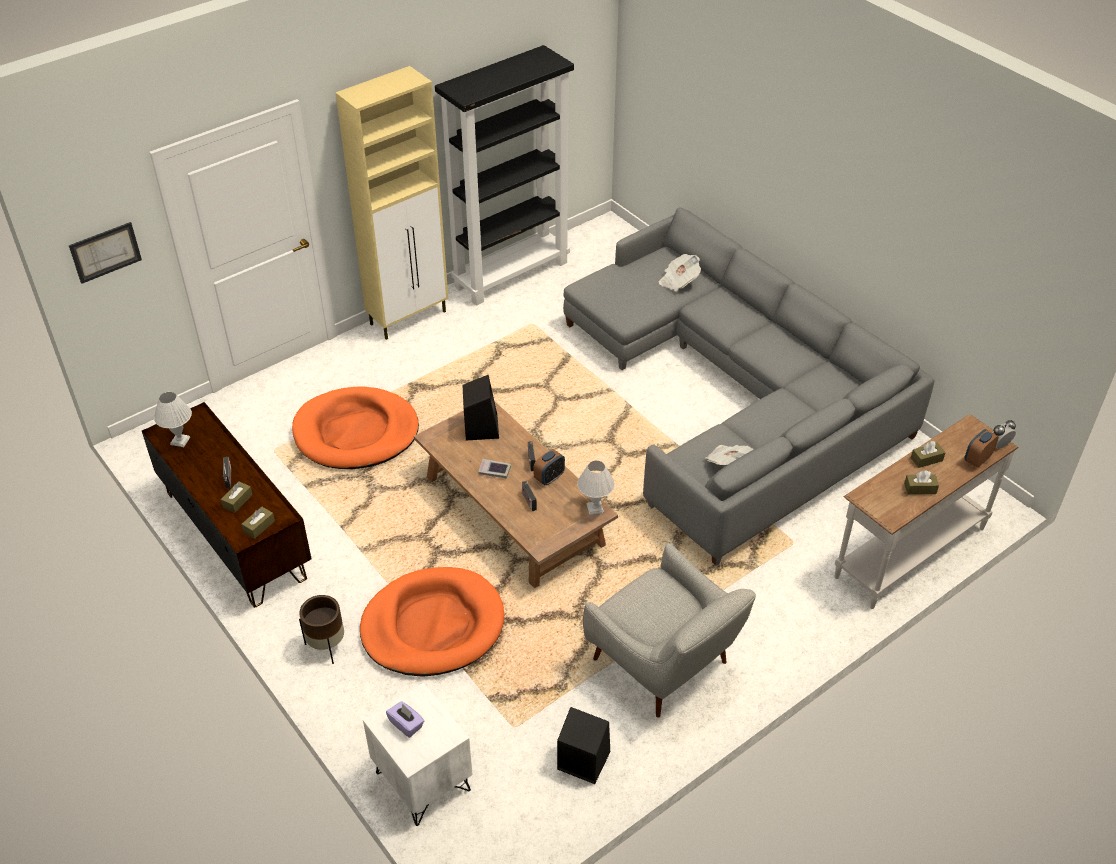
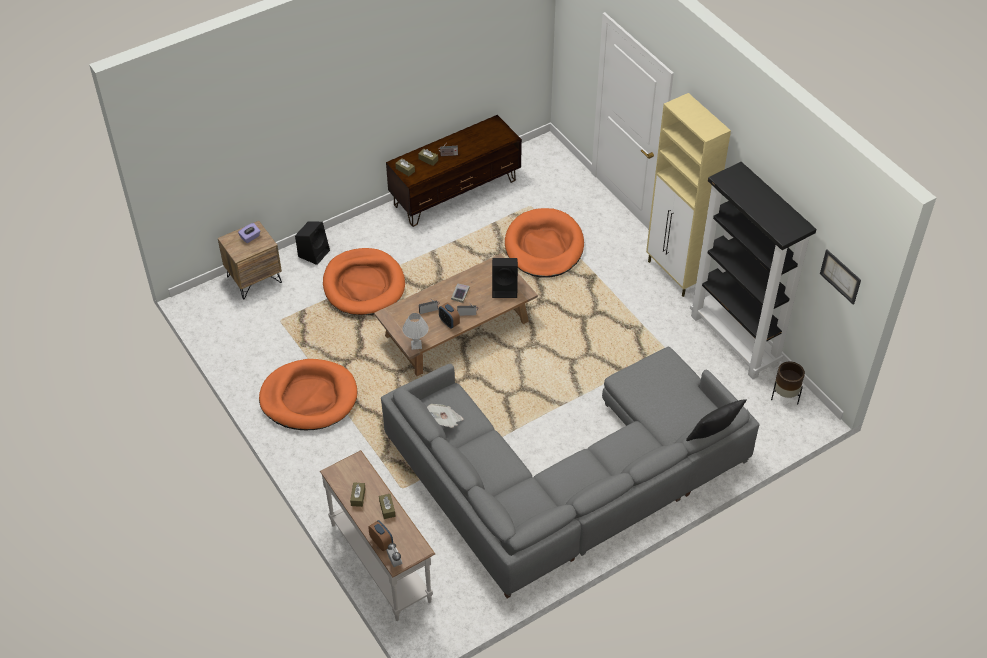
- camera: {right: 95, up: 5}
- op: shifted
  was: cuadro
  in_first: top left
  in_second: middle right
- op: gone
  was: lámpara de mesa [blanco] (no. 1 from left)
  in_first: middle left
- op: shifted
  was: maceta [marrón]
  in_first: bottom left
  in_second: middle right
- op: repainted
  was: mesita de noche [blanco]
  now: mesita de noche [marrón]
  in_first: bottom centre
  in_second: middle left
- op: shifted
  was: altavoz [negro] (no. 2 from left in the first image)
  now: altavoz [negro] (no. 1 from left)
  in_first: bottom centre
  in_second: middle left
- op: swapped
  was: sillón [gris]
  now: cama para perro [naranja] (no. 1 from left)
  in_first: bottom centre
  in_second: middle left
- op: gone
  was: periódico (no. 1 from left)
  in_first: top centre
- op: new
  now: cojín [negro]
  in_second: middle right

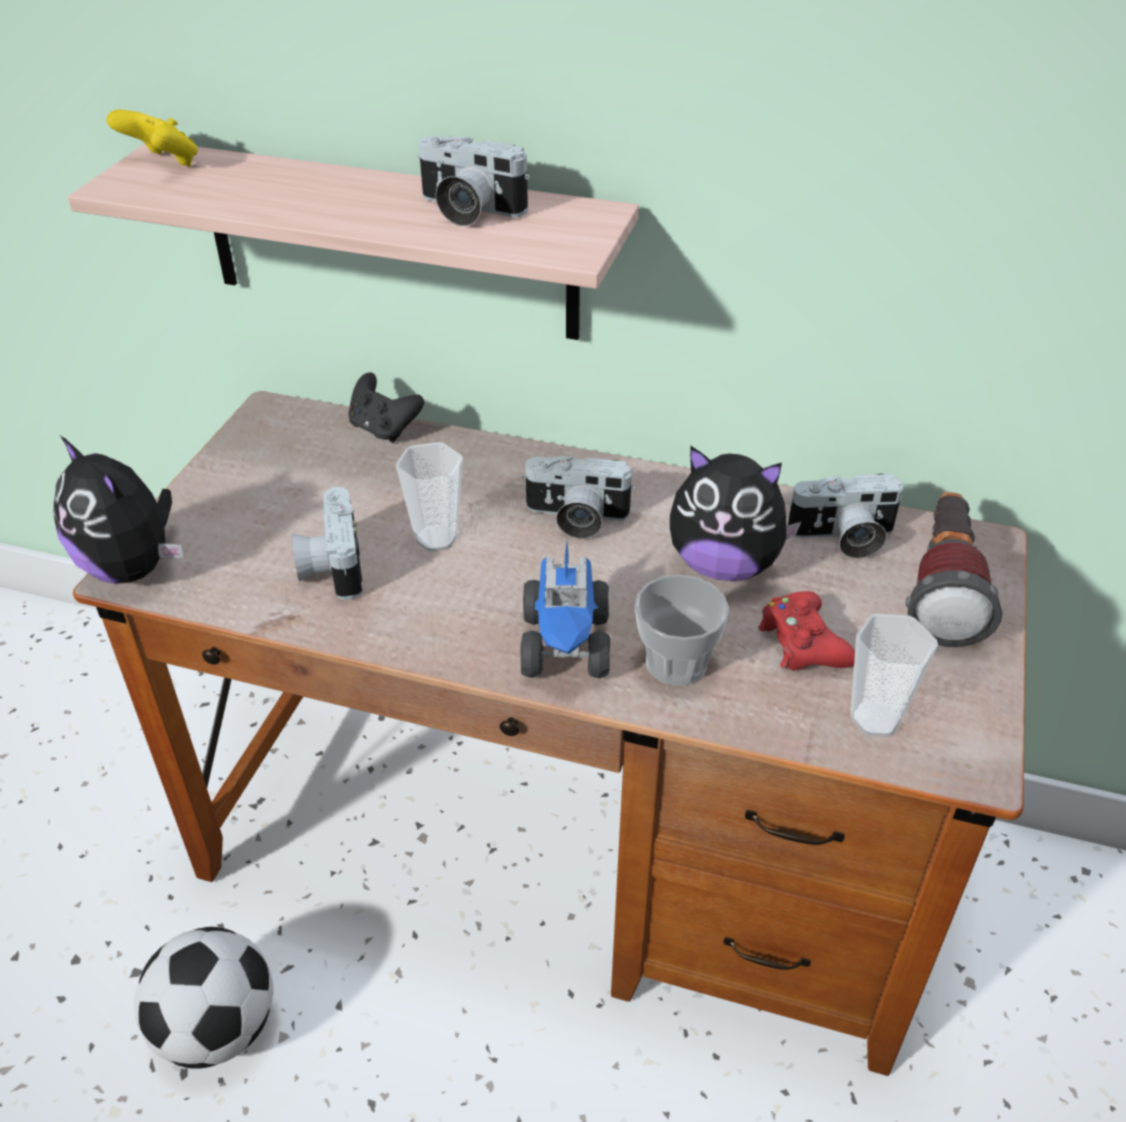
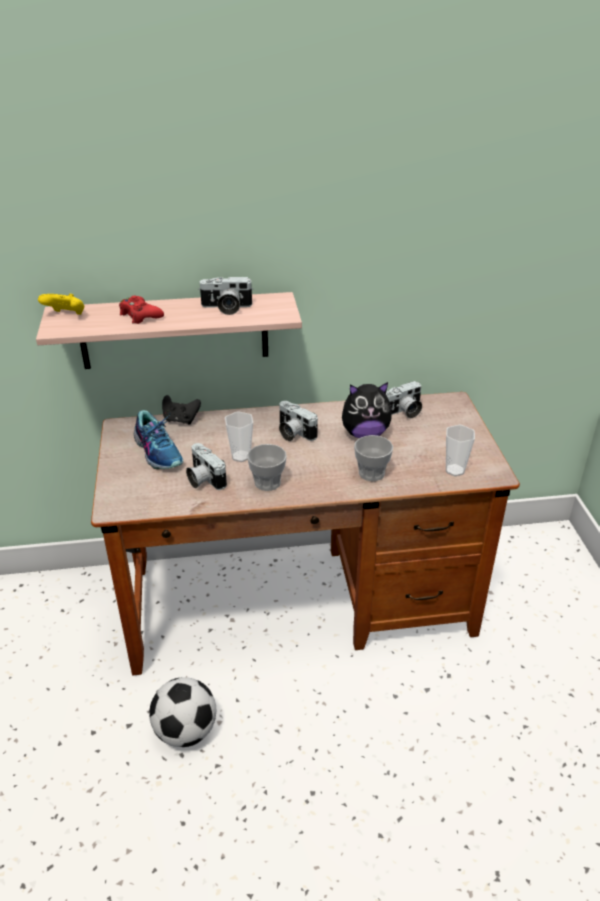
- camera: {right: -25, up: -5}
- op: gone
  was: peluche (no. 1 from left)
  in_first: middle left
- op: gone
  was: camión de juguete
  in_first: centre
- op: rotated
  was: cámara (no. 3 from left)
  in_first: centre
  in_second: centre
  clockwise: 60
- op: shifted
  was: mando de consola [rojo]
  in_first: middle right
  in_second: middle left
- op: gone
  was: linterna
  in_first: middle right
- op: new
  now: zapato
  in_second: middle left
- op: new
  now: taza (no. 2 from left)
  in_second: centre

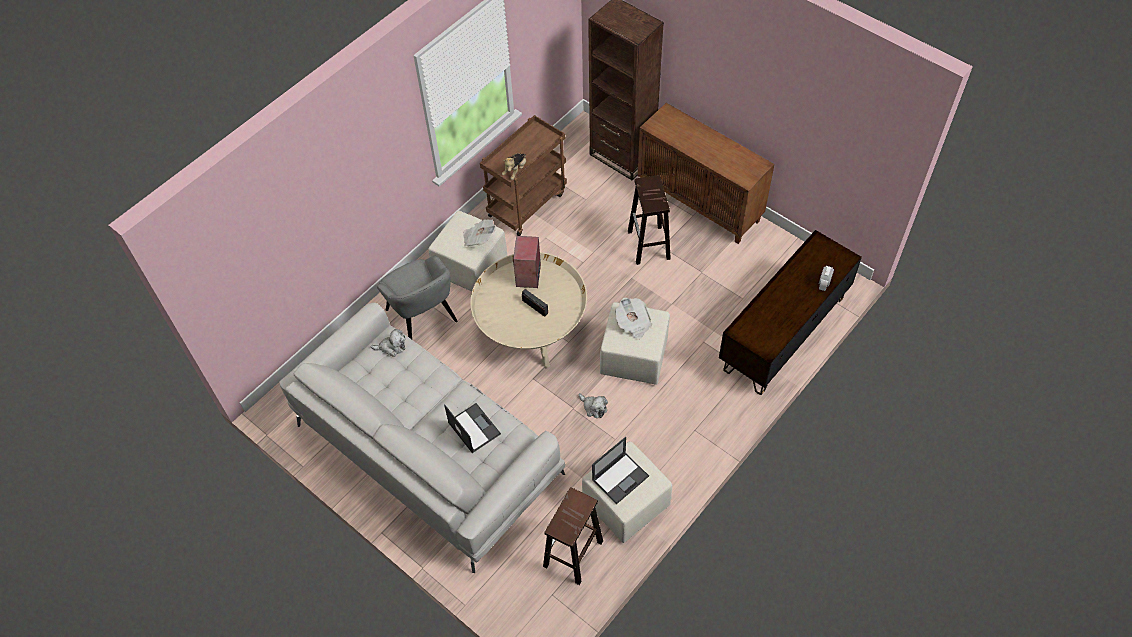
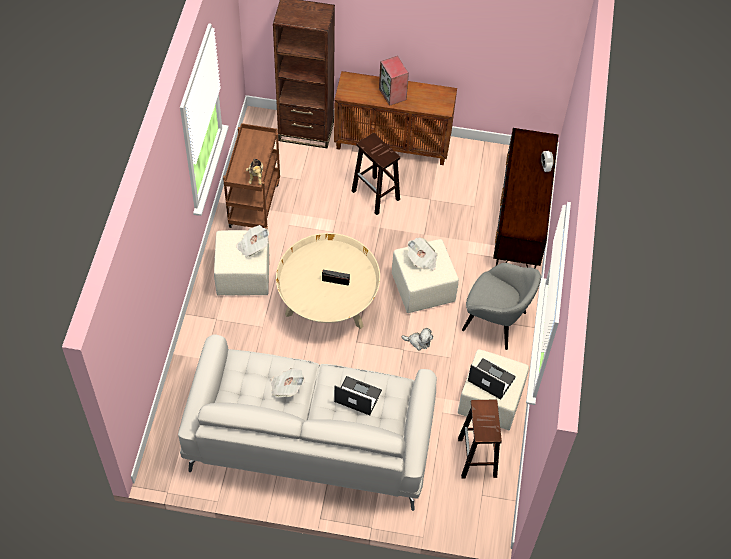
- camera: {right: -35, up: 0}
- op: gone
  was: peluche (no. 1 from left)
  in_first: centre
- op: shifted
  was: sillón [gris]
  in_first: centre
  in_second: middle right
- op: shifted
  was: altavoz
  in_first: centre
  in_second: top centre
- op: rotated
  was: portátil (no. 2 from left)
  in_first: bottom centre
  in_second: bottom right
  clockwise: -75
- op: new
  now: periódico (no. 2 from left)
  in_second: bottom centre

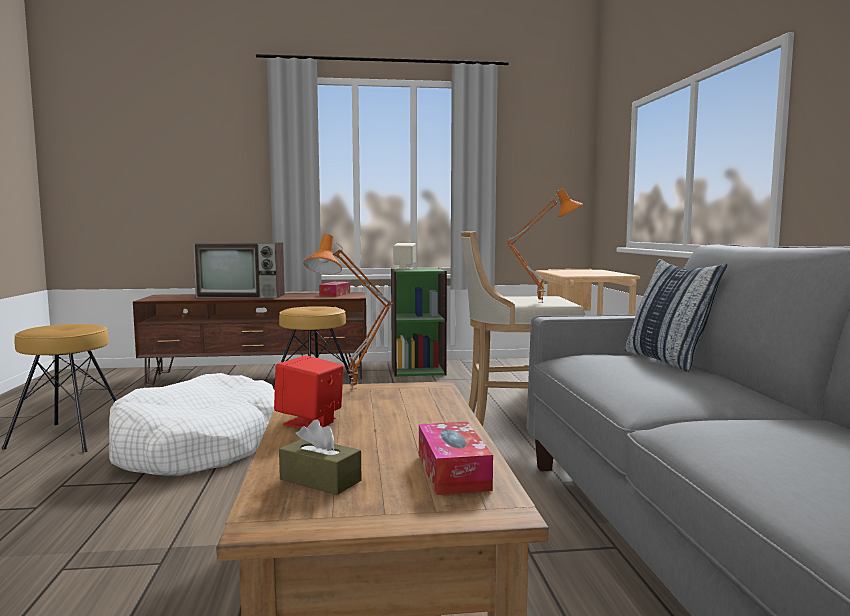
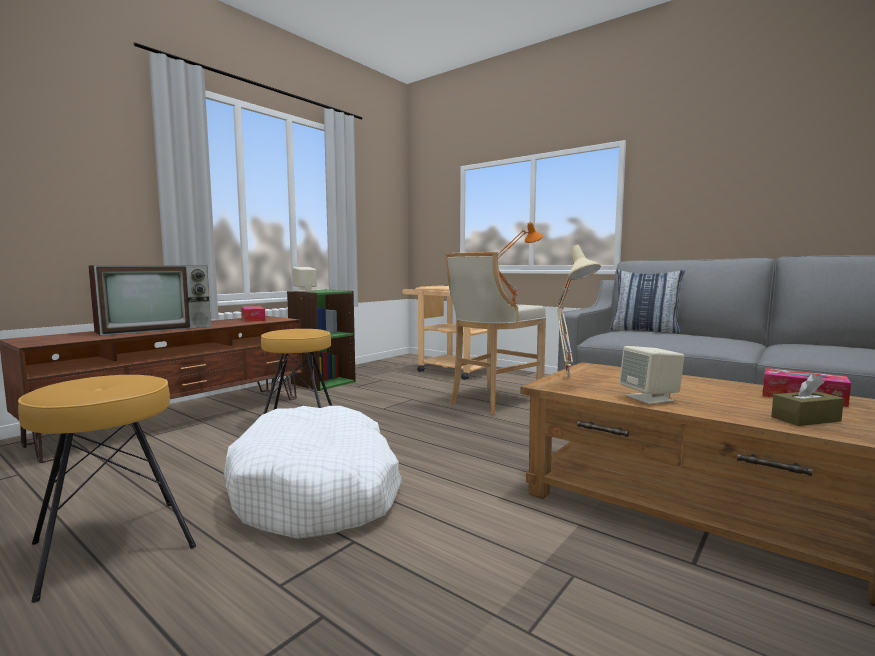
- camera: {right: -45, up: 0}
- op: repainted
  was: altavoz [rojo]
  now: altavoz [beis] (no. 2 from left)
  in_first: centre
  in_second: middle right
- op: repainted
  was: lámpara de mesa [naranja] (no. 1 from left)
  now: lámpara de mesa [beis]
  in_first: centre
  in_second: centre

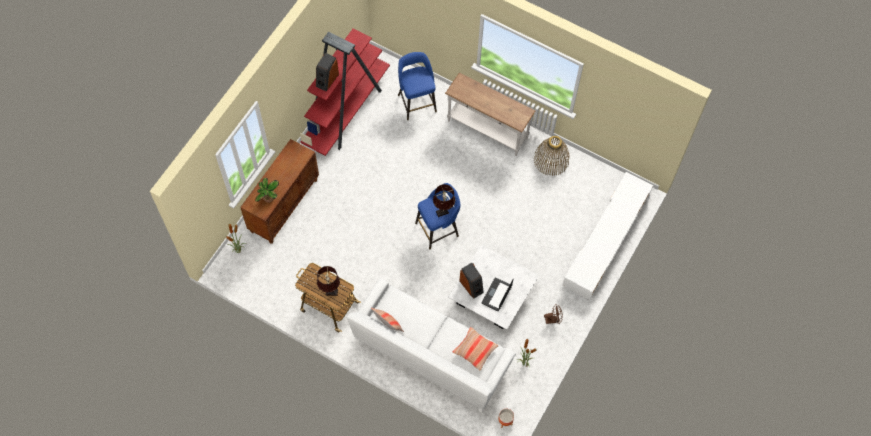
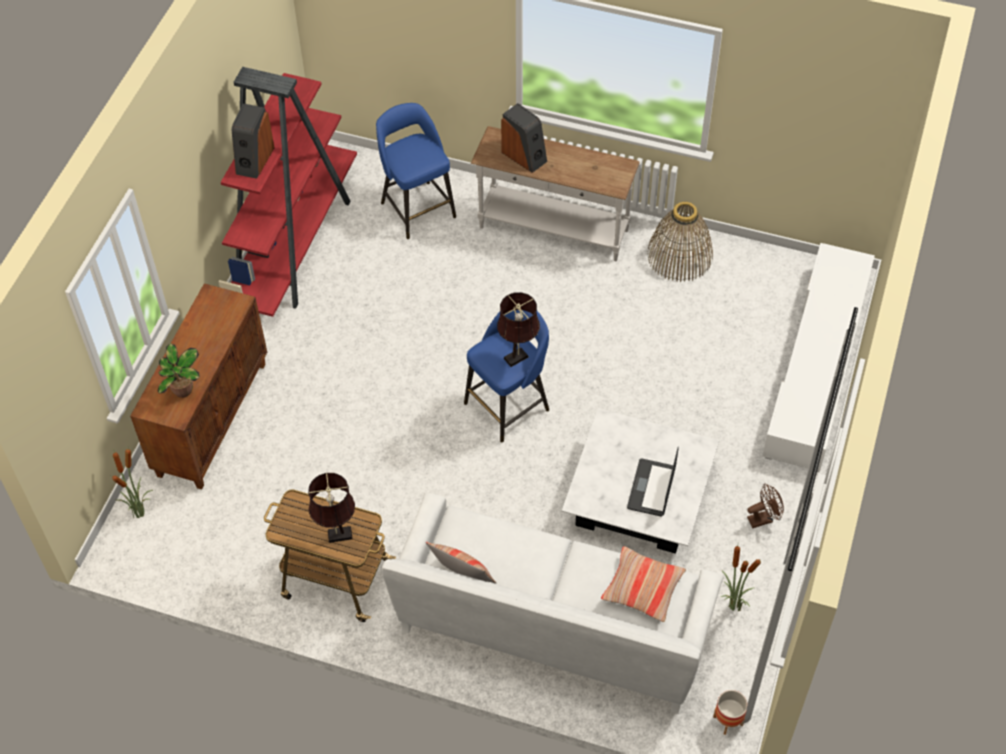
- camera: {right: -10, up: -10}
- op: shifted
  was: altavoz (no. 2 from left)
  in_first: centre
  in_second: top centre

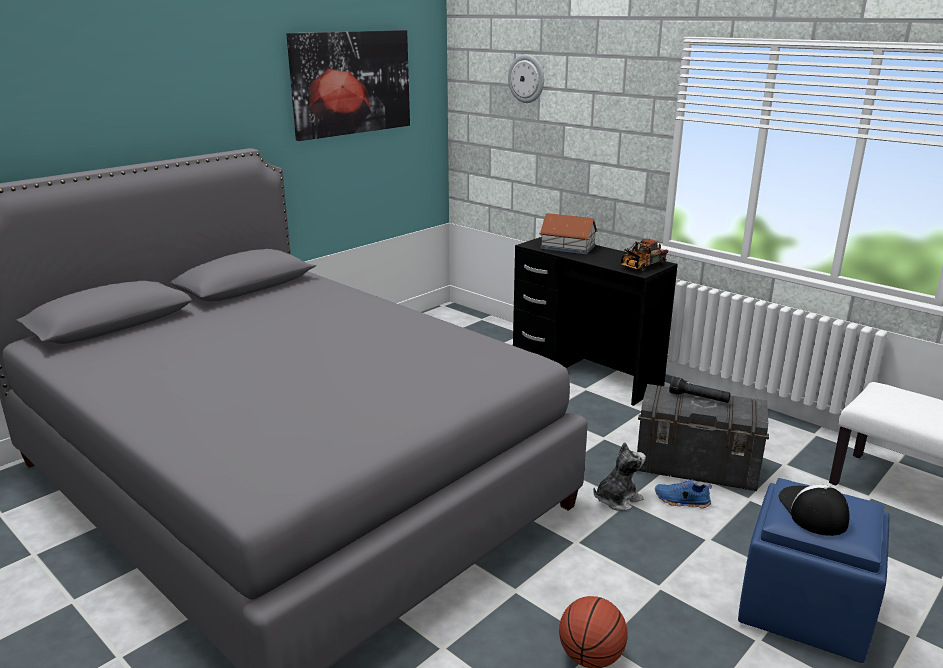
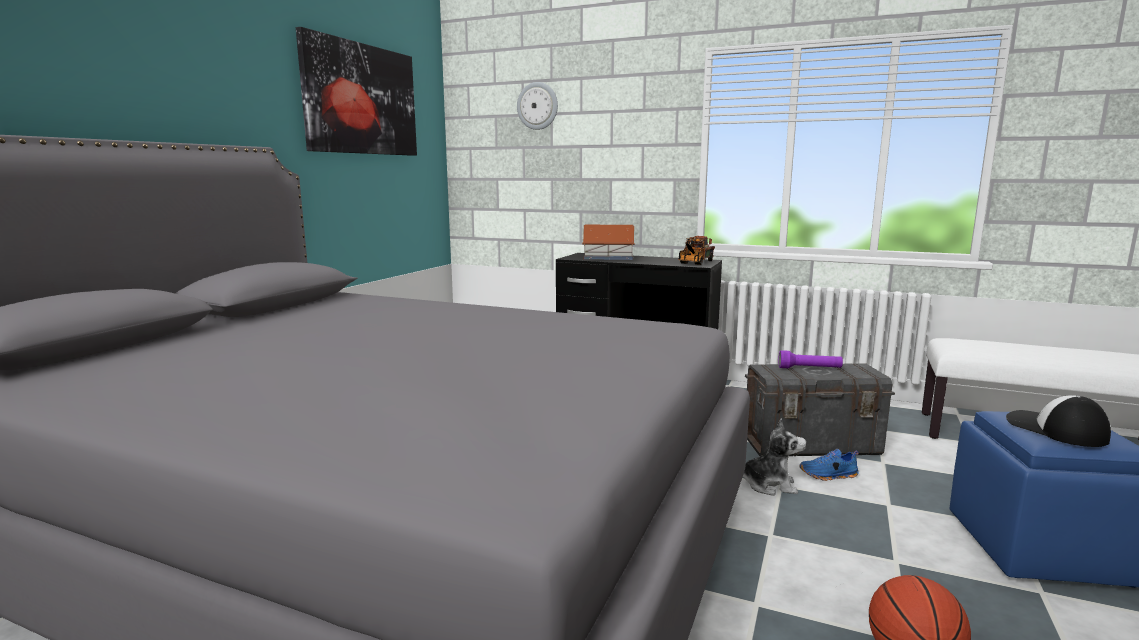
- camera: {right: -20, up: -10}
- op: rotated
  was: peluche
  in_first: bottom centre
  in_second: bottom right
  clockwise: 60
- op: repainted
  was: linterna [negro]
  now: linterna [morado]
  in_first: middle right
  in_second: middle right

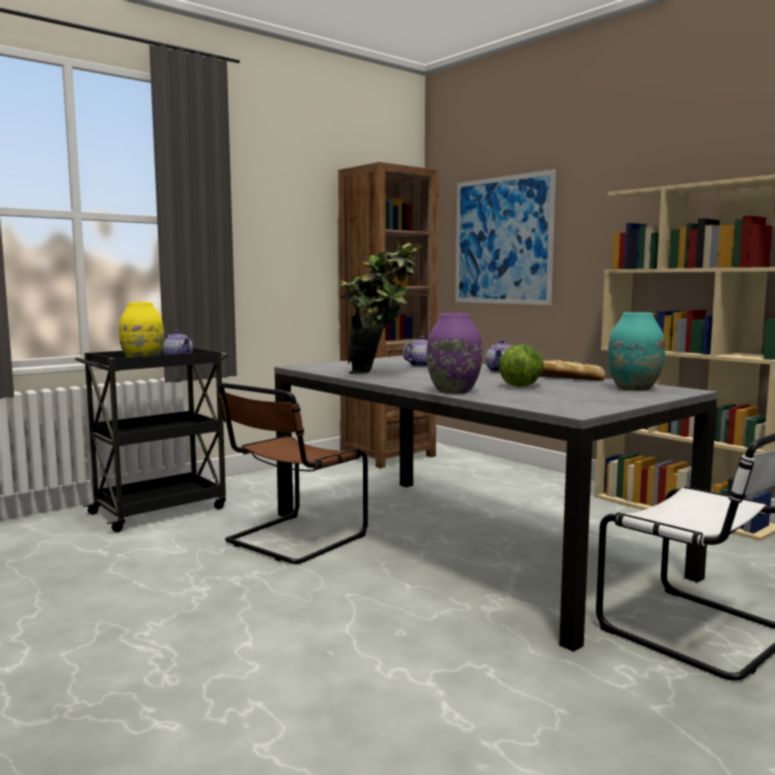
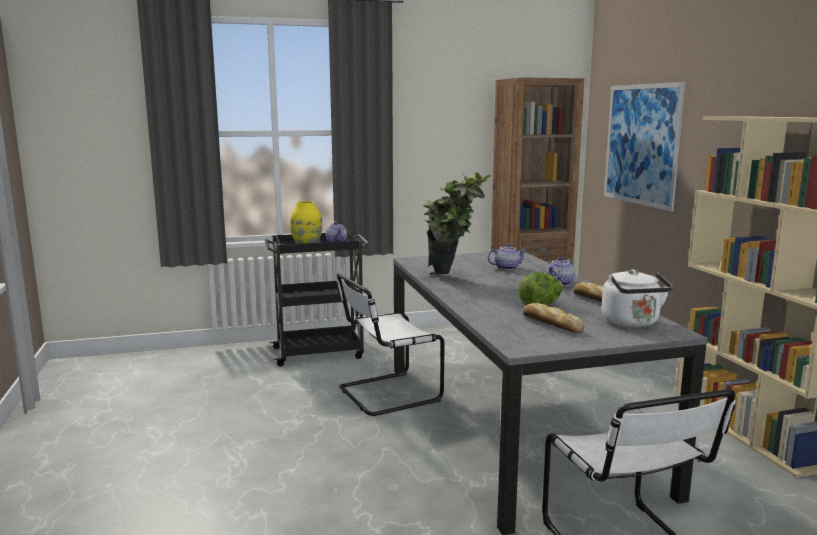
- camera: {right: 25, up: 5}
- op: repainted
  was: silla [marrón]
  now: silla [blanco] (no. 1 from left)
  in_first: centre
  in_second: centre
- op: gone
  was: florero [morado]
  in_first: centre
- op: swapped
  was: florero [turquesa]
  now: hervidor [blanco]
  in_first: middle right
  in_second: middle right
- op: new
  now: pan (no. 1 from left)
  in_second: middle right

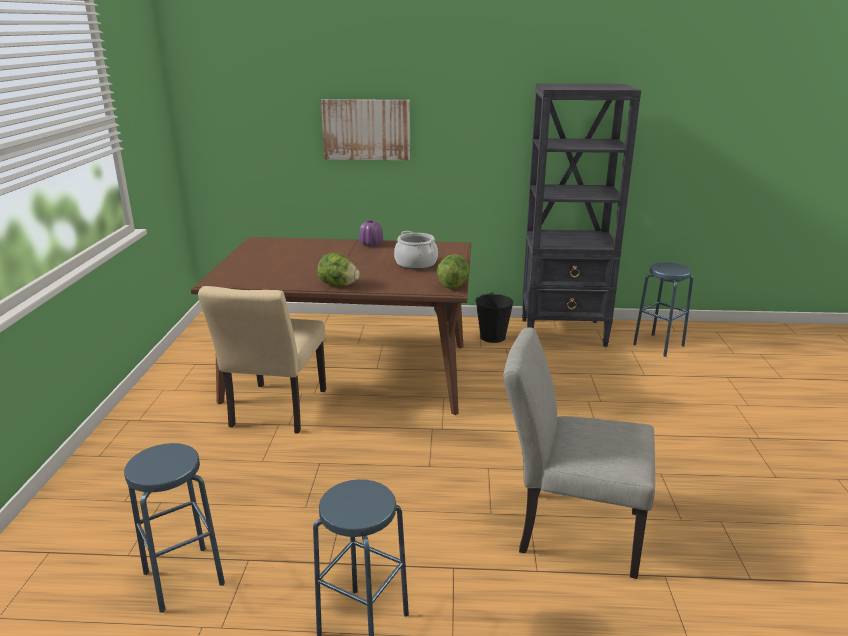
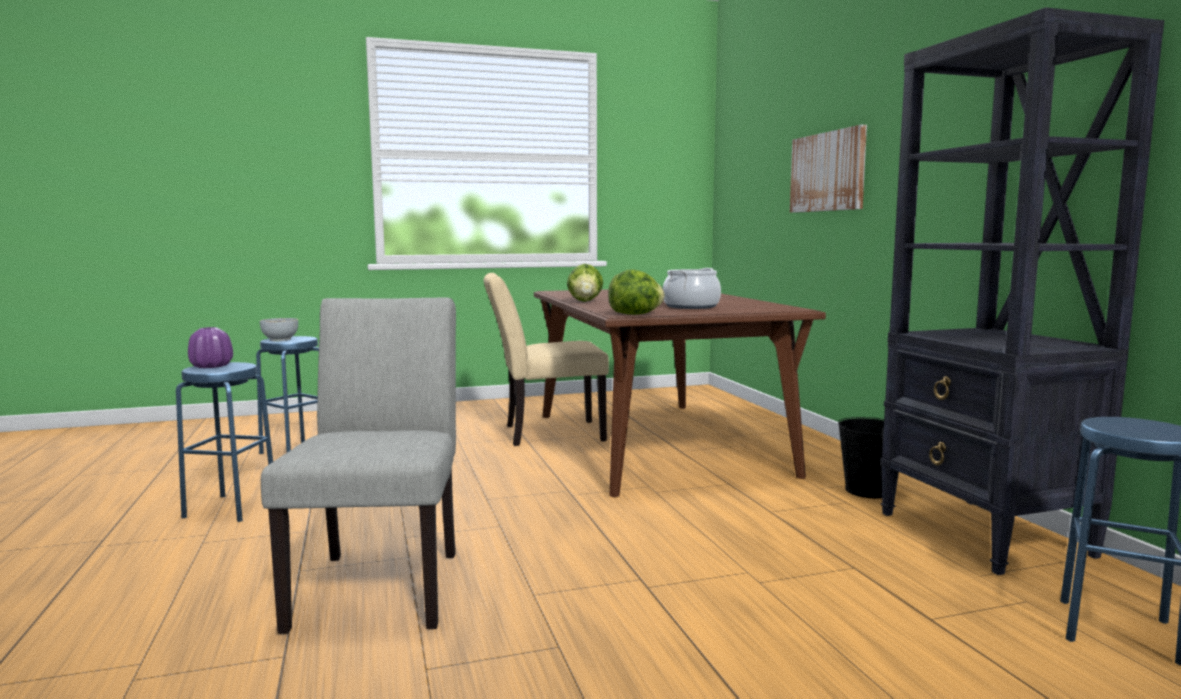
- camera: {right: 70, up: -15}
- op: shifted
  was: florero [morado]
  in_first: centre
  in_second: middle left
- op: new
  now: cuenco
  in_second: middle left

